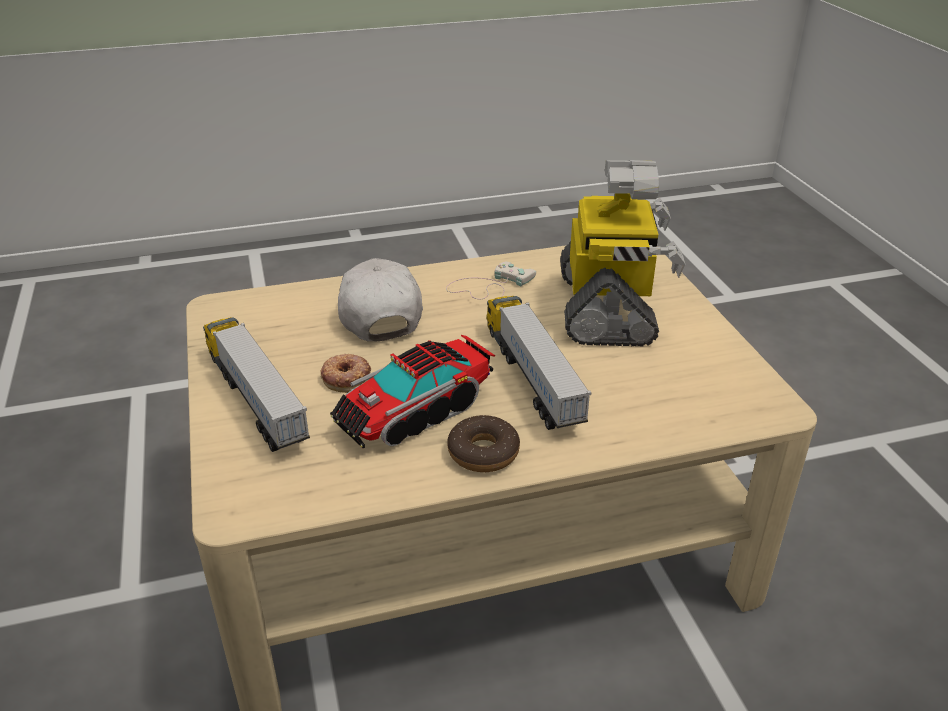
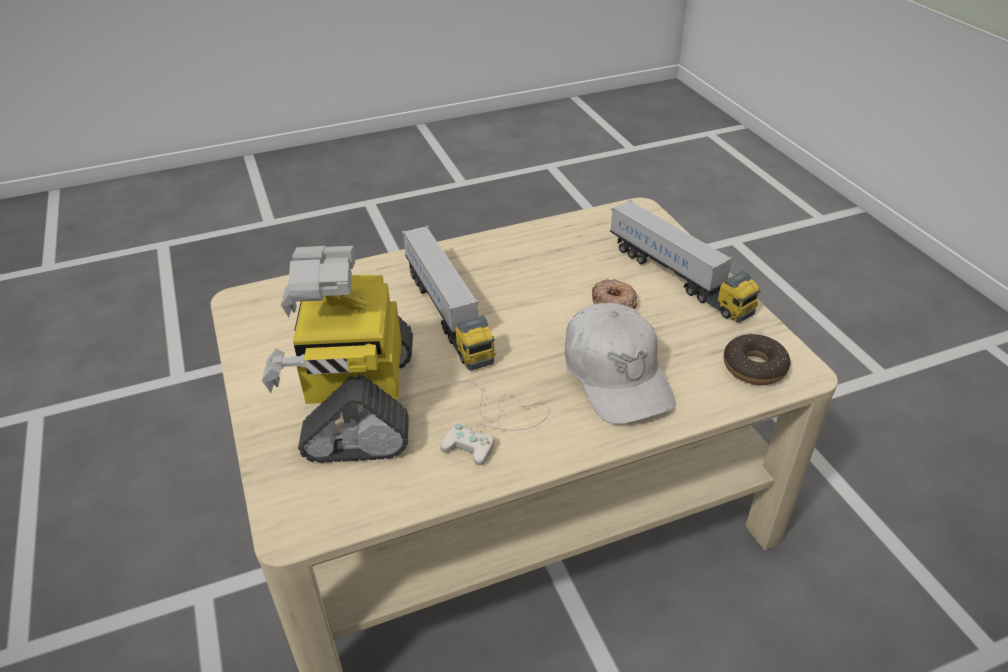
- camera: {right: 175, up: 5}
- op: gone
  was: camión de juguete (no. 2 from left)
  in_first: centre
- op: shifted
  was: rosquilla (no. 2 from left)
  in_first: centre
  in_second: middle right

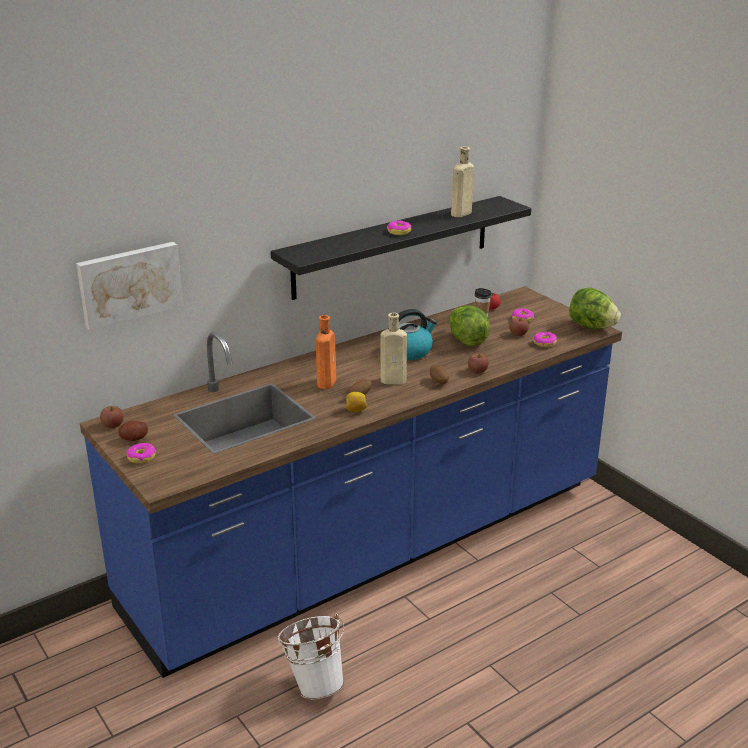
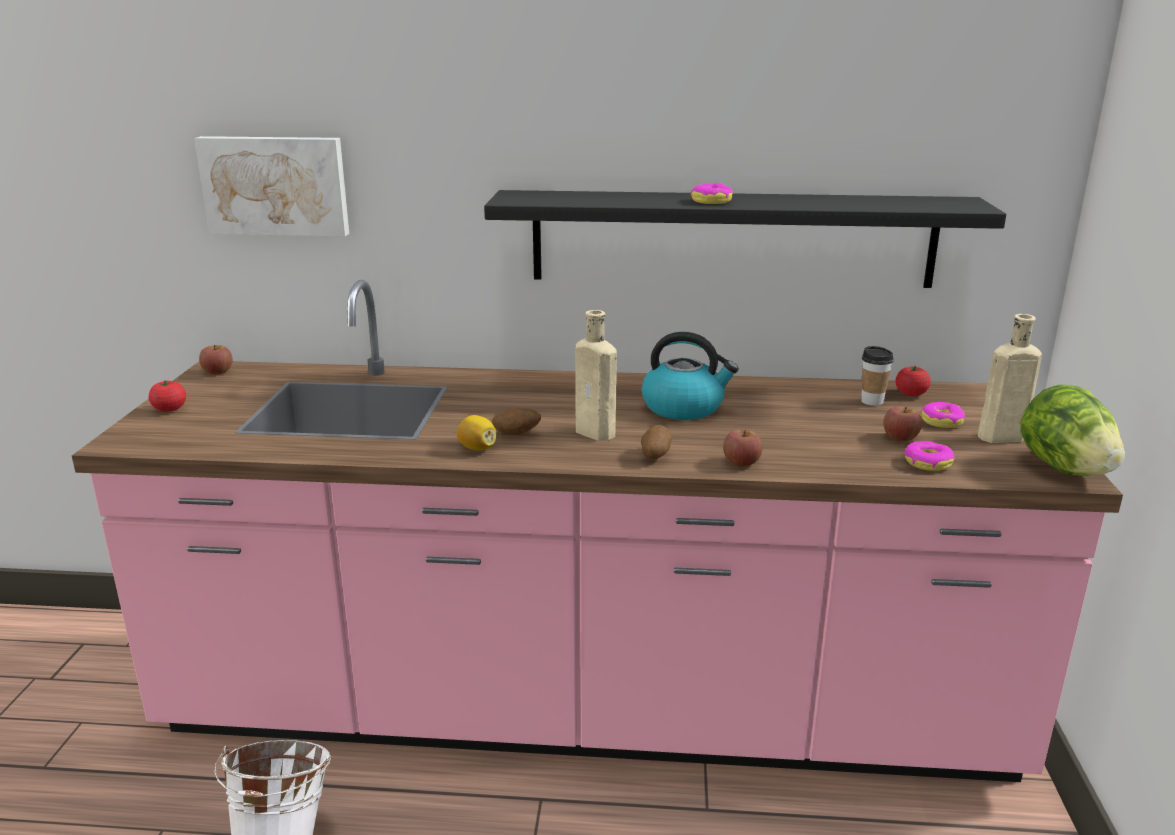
- camera: {right: 40, up: -5}
- op: repainted
  was: mueble bajo de cocina [azul]
  now: mueble bajo de cocina [rosa]
  in_first: centre
  in_second: centre
- op: gone
  was: patata (no. 1 from left)
  in_first: middle left
- op: swapped
  was: rosquilla (no. 1 from left)
  now: tomate (no. 1 from left)
  in_first: middle left
  in_second: middle left
- op: gone
  was: botella [naranja]
  in_first: centre
- op: gone
  was: lechuga (no. 1 from left)
  in_first: centre
- op: shifted
  was: botella [beis] (no. 2 from left)
  in_first: top centre
  in_second: middle right

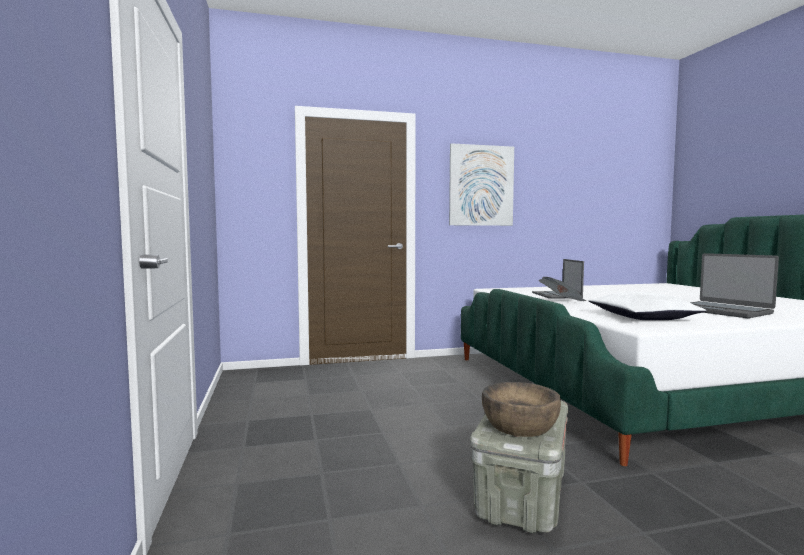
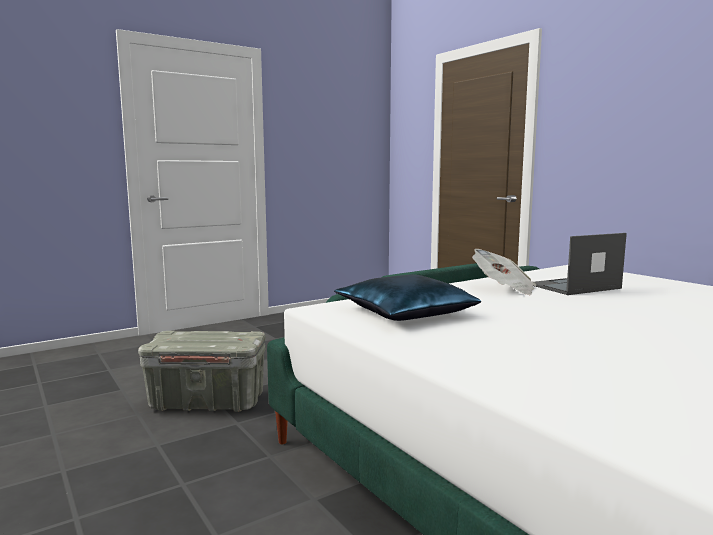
- camera: {right: 70, up: 5}
- op: gone
  was: cuadro
  in_first: top centre
- op: gone
  was: cuenco [marrón]
  in_first: bottom centre
- op: repainted
  was: cojín [blanco]
  now: cojín [azul]
  in_first: middle right
  in_second: centre
- op: gone
  was: portátil (no. 2 from left)
  in_first: middle right

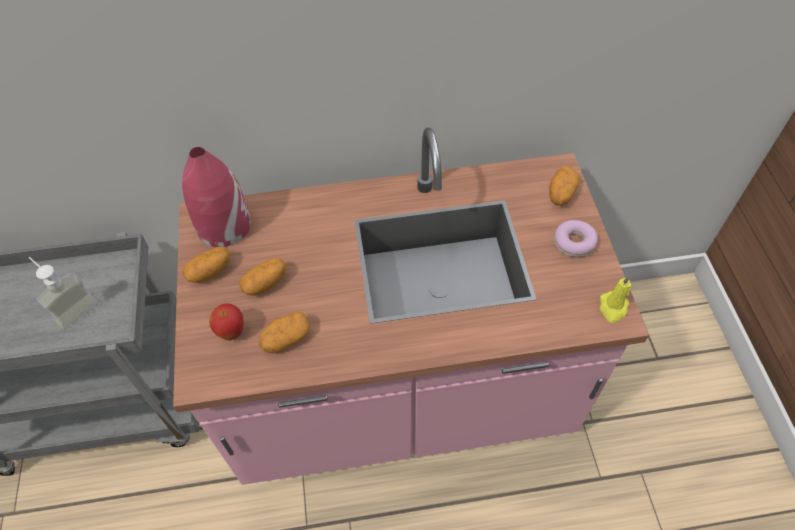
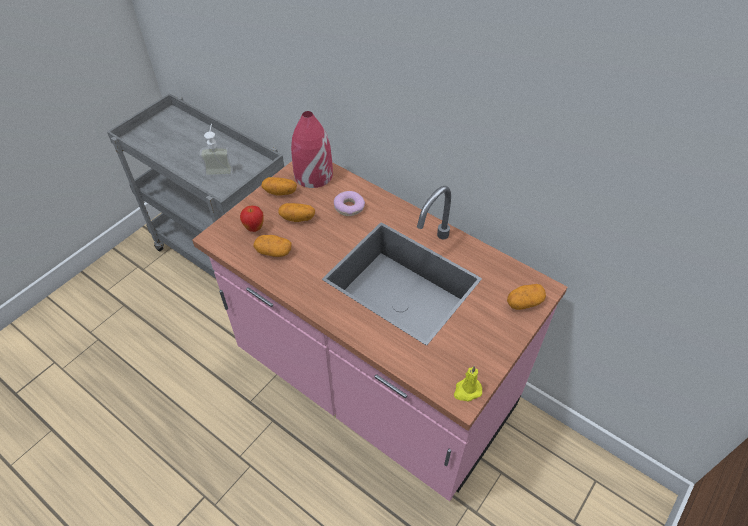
- camera: {right: 45, up: -5}
- op: shifted
  was: rosquilla
  in_first: middle right
  in_second: centre

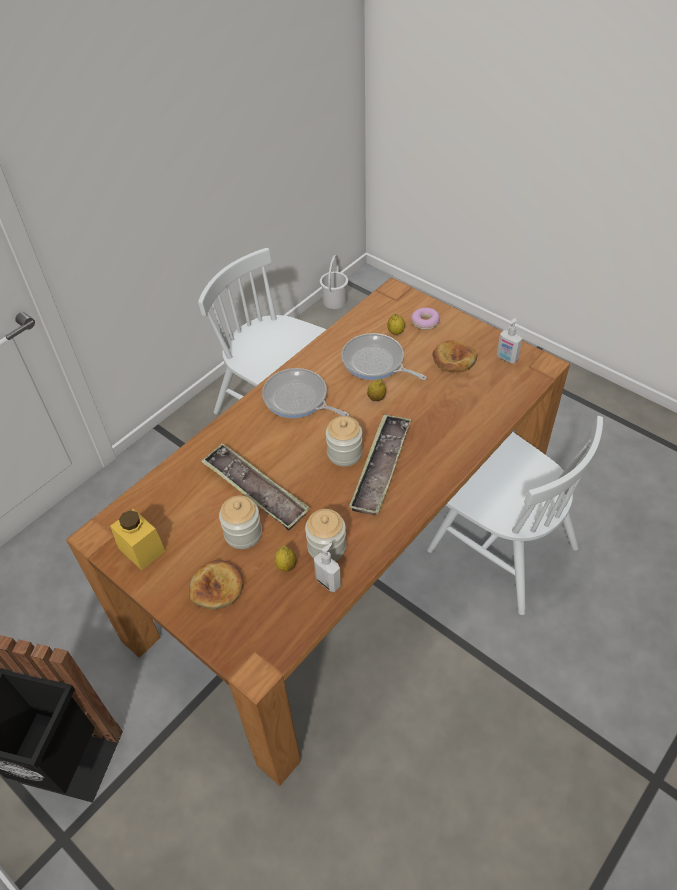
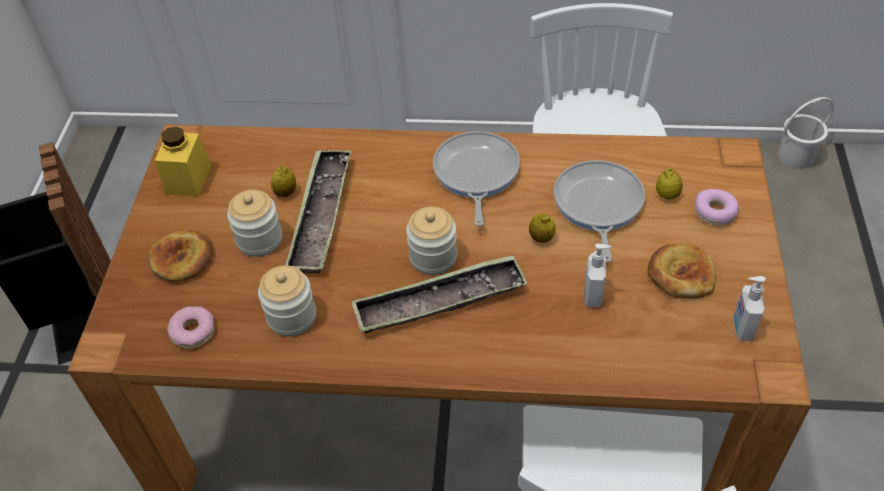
- camera: {right: 55, up: 0}
- op: shifted
  was: limón (no. 1 from left)
  in_first: centre
  in_second: middle left
- op: shifted
  was: dispensador de jabón (no. 1 from left)
  in_first: centre
  in_second: middle right
- op: new
  now: rosquilla (no. 1 from left)
  in_second: middle left

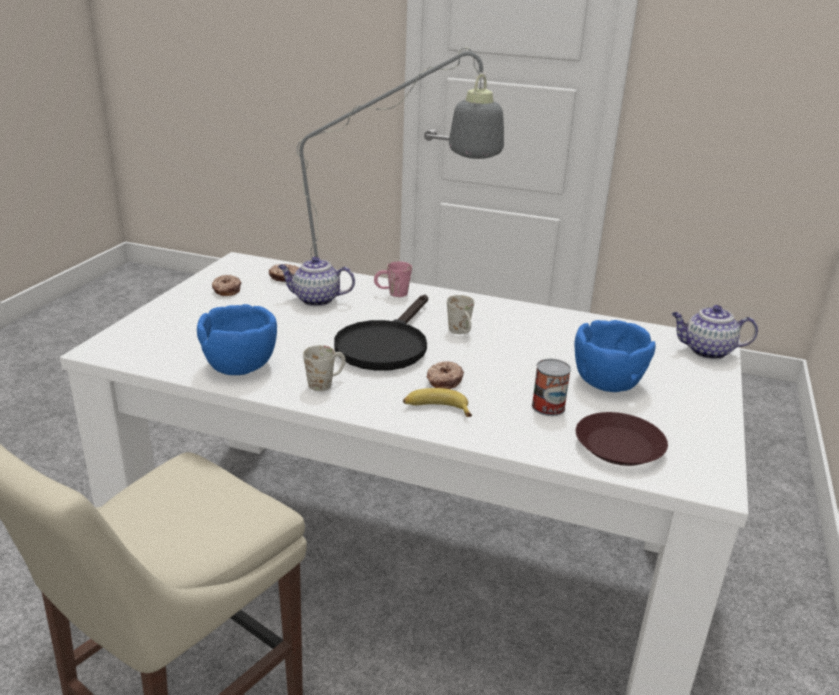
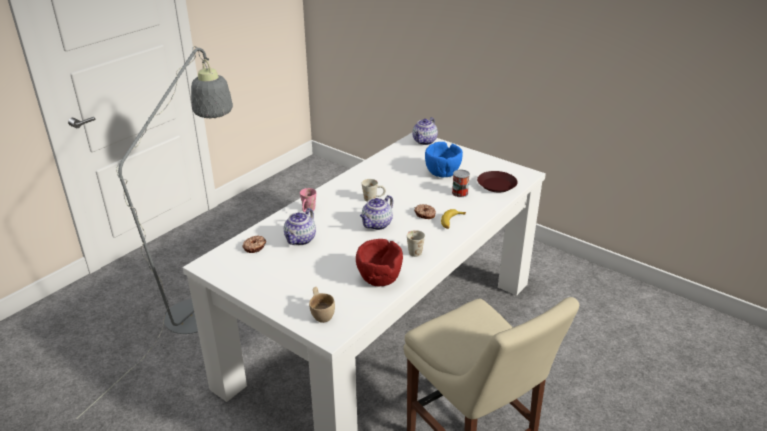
- camera: {right: -70, up: 5}
- op: repainted
  was: cuenco [azul] (no. 1 from left)
  now: cuenco [rojo]
  in_first: middle left
  in_second: centre
- op: gone
  was: rosquilla (no. 1 from left)
  in_first: middle left
- op: swapped
  was: sartén [negro]
  now: tetera (no. 2 from left)
  in_first: centre
  in_second: centre
- op: new
  now: taza [beis]
  in_second: bottom centre

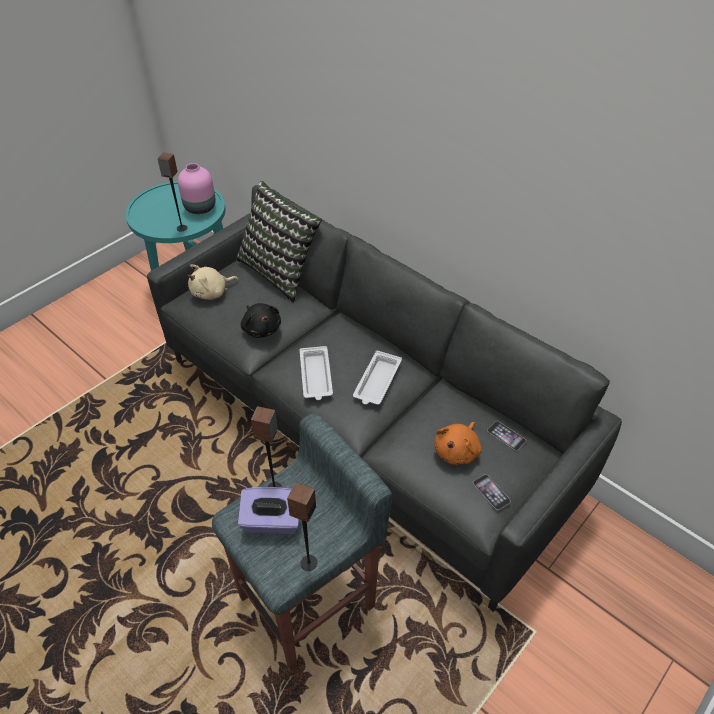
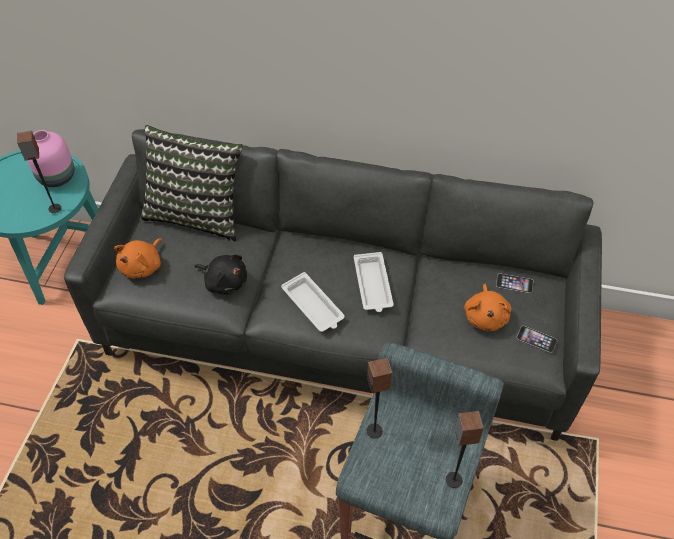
- camera: {right: -30, up: 5}
- op: repainted
  was: peluche [beis]
  now: peluche [naranja] (no. 1 from left)
  in_first: middle left
  in_second: middle left
- op: gone
  was: caja de pañuelos [morado]
  in_first: bottom centre

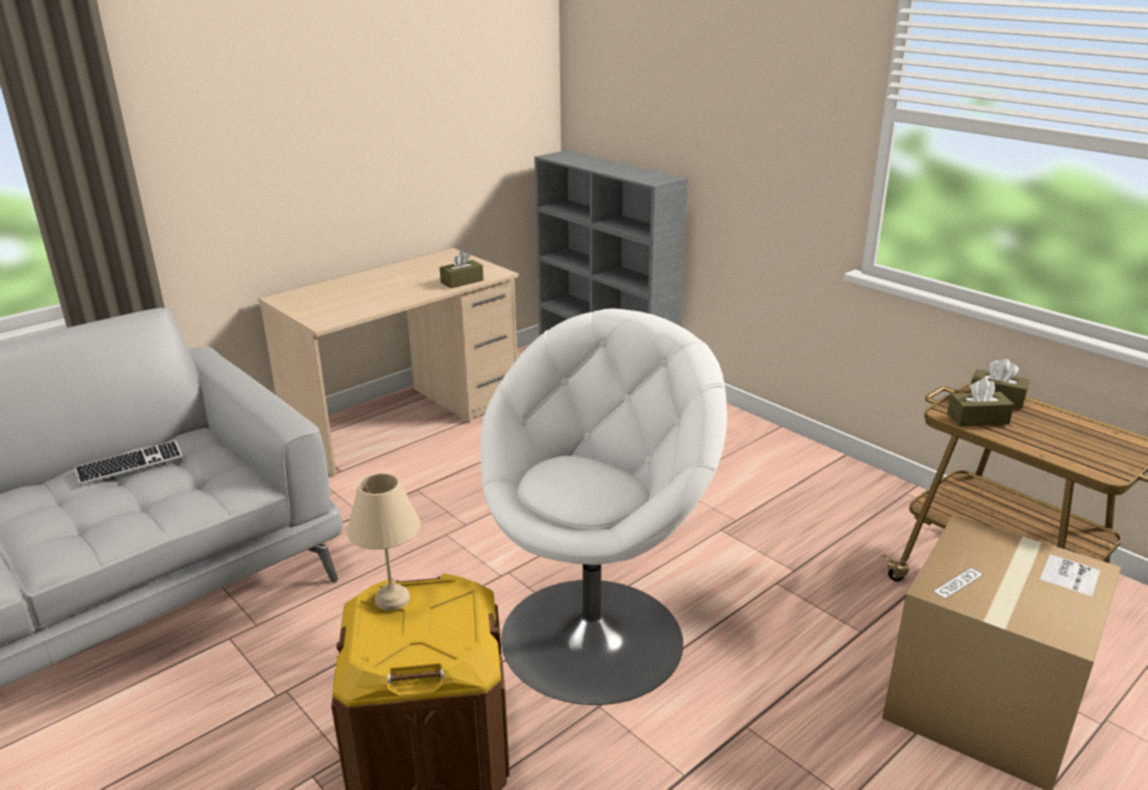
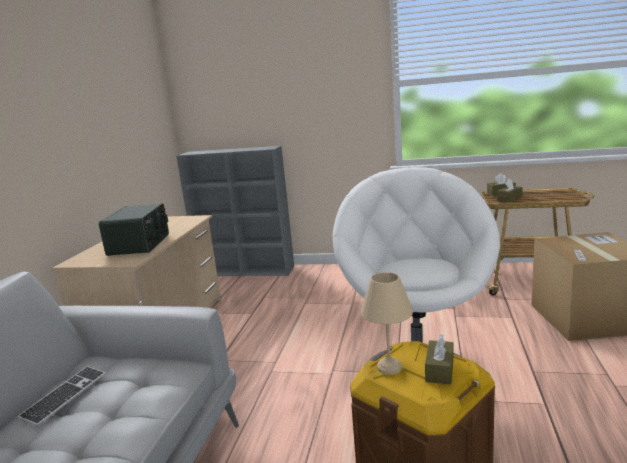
- camera: {right: -35, up: -10}
- op: shifted
  was: caja de pañuelos [marrón] (no. 1 from left)
  in_first: centre
  in_second: bottom right
- op: new
  now: radio
  in_second: middle left

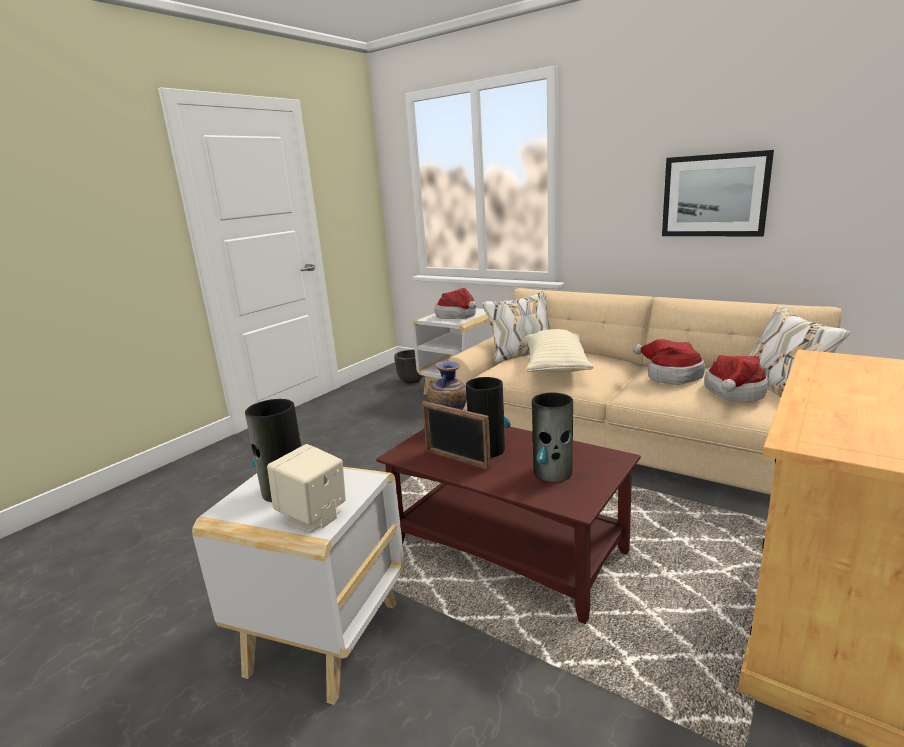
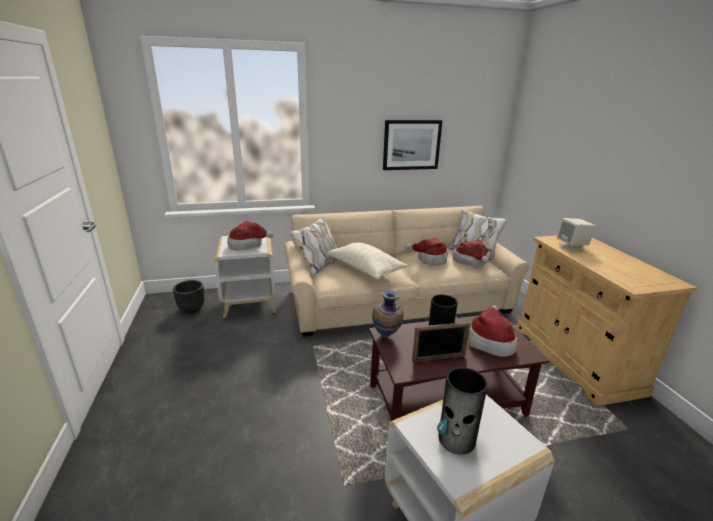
- camera: {right: -50, up: 5}
- op: shifted
  was: altavoz [beis]
  in_first: centre
  in_second: middle right
- op: swapped
  was: florero (no. 4 from left)
  now: sombrero (no. 4 from left)
  in_first: centre
  in_second: middle right

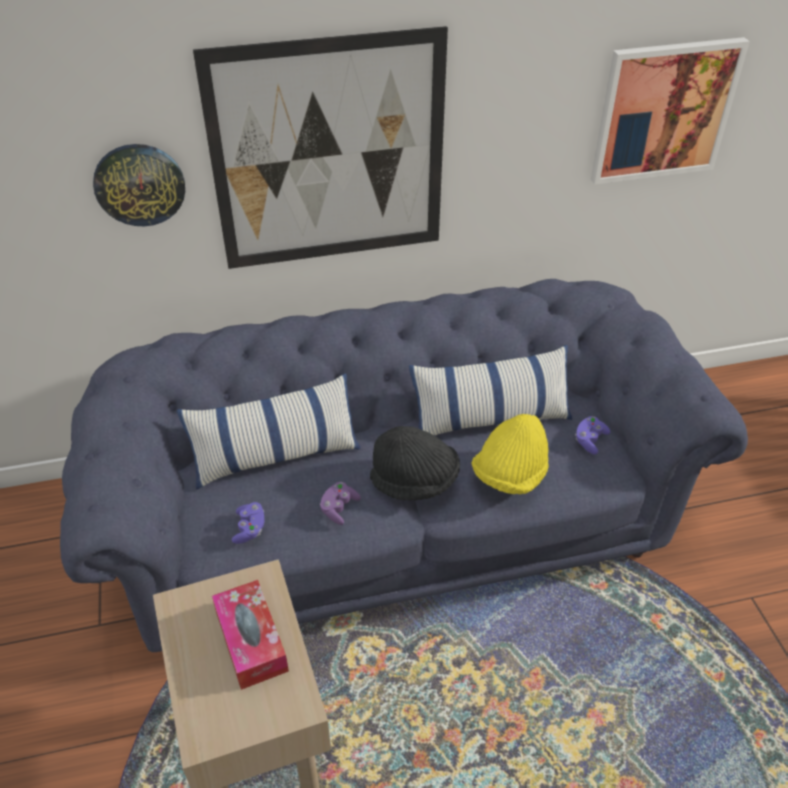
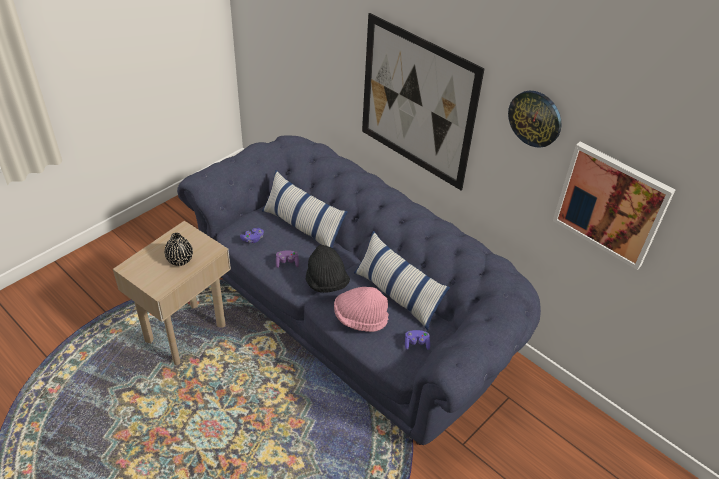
- camera: {right: 55, up: 0}
- op: shifted
  was: reloj de pared
  in_first: top left
  in_second: top right
- op: swapped
  was: caja de pañuelos
  now: florero [negro]
  in_first: bottom left
  in_second: middle left
- op: repainted
  was: sombrero [amarillo]
  now: sombrero [rosa]
  in_first: centre
  in_second: centre

